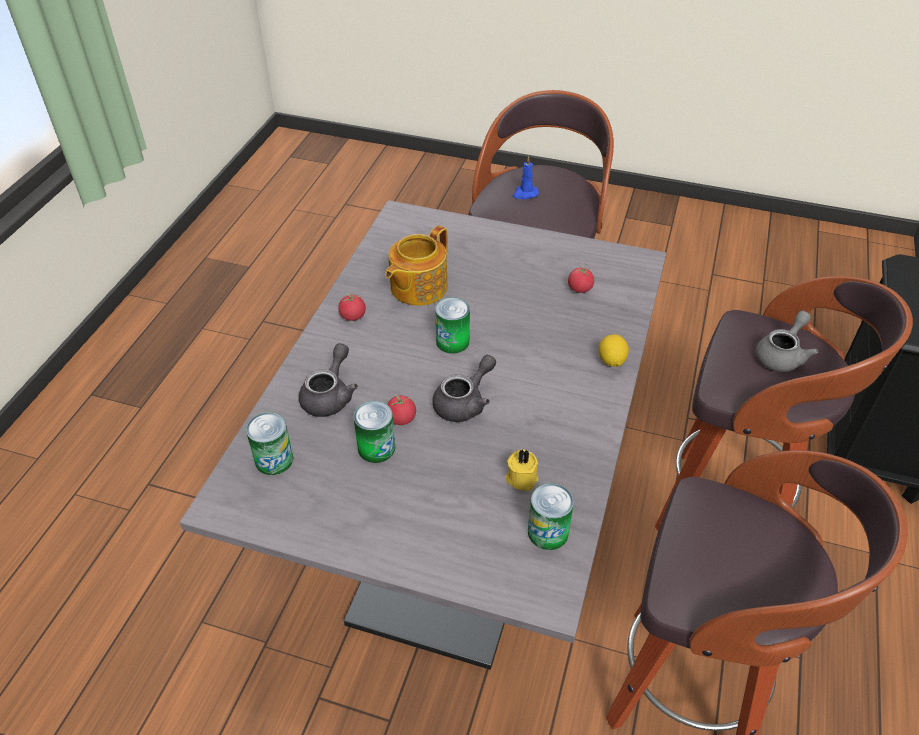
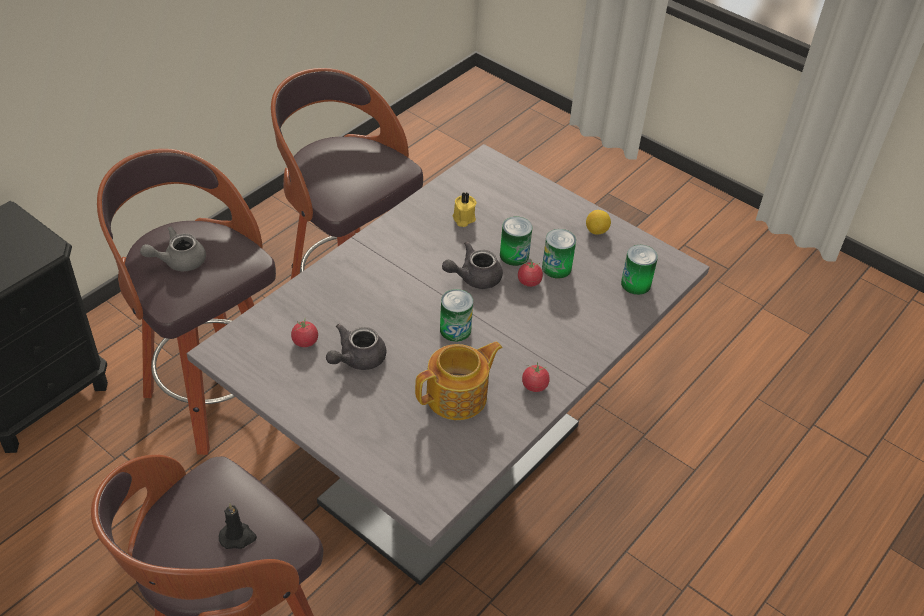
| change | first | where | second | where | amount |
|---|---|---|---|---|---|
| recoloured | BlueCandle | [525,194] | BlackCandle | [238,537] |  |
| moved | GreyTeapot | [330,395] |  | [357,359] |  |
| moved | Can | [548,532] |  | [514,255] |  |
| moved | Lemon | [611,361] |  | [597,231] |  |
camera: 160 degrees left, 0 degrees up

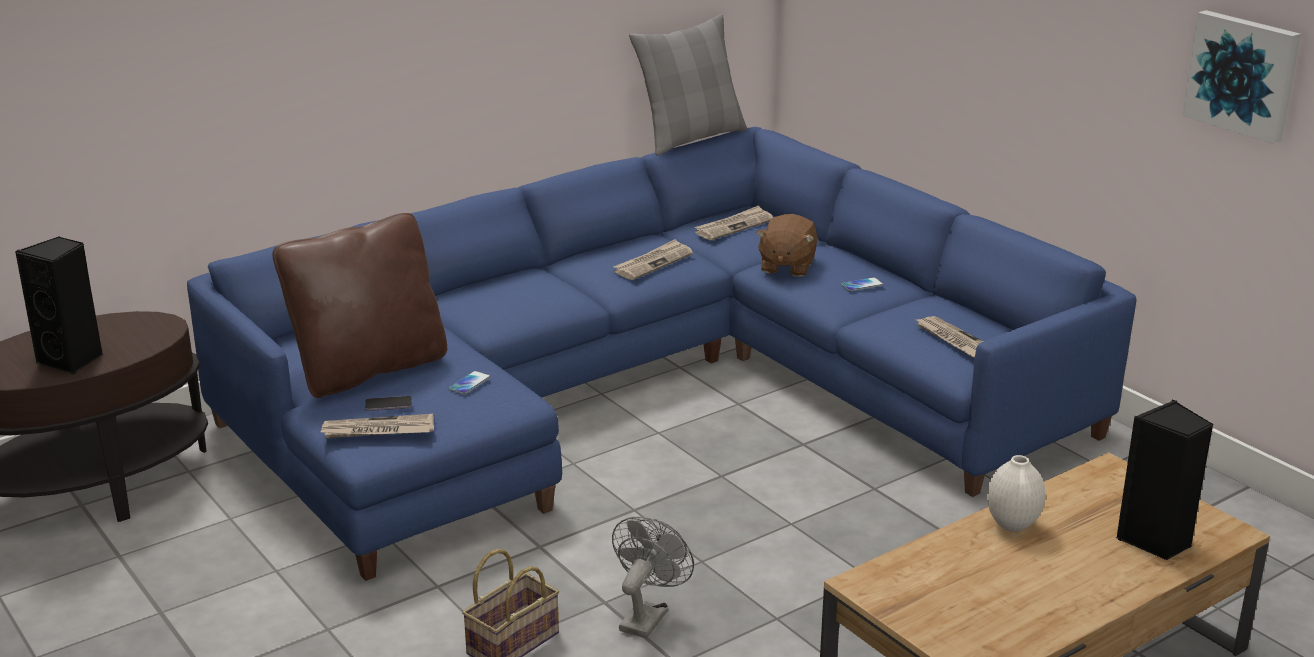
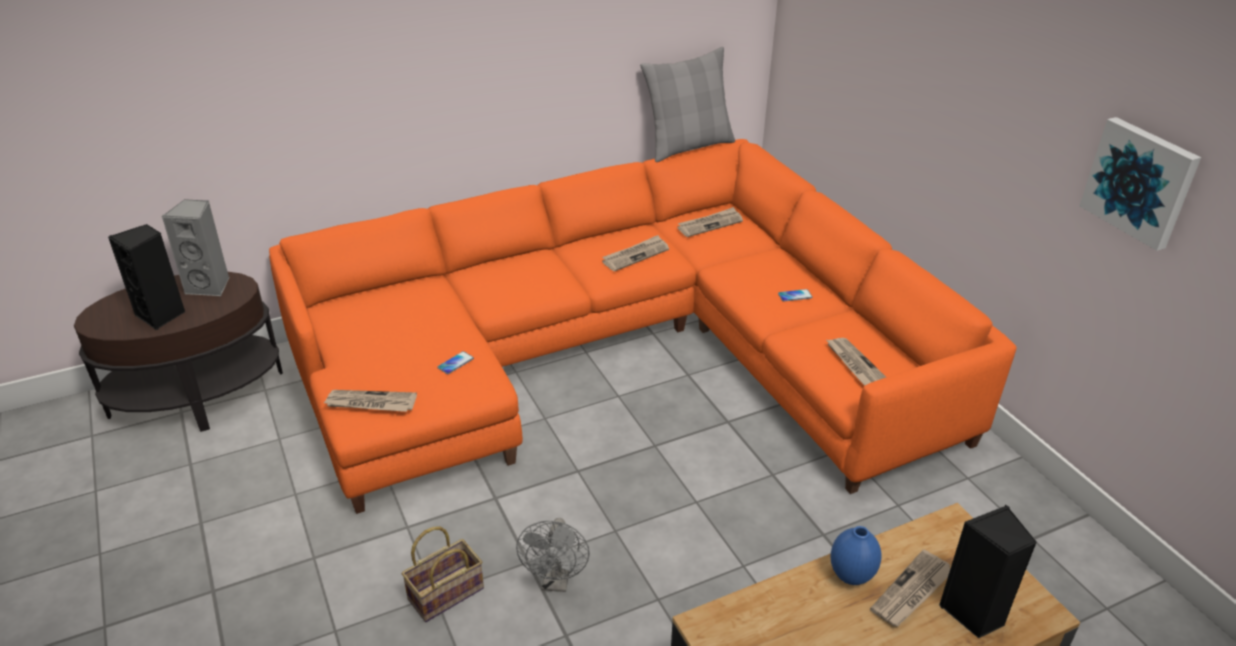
| change | first | where | second | where | amount |
|---|---|---|---|---|---|
| added |  |  | GreySpeaker | [210,286] |  |
| recoloured | BlueSofa | [649,390] | OrangeSofa | [623,353] |  |
| turned | GreyFan | [647,616] |  | [556,581] | 150 degrees clockwise |
| recoloured | WhiteVase | [1011,525] | BlueVase | [850,576] |  |
| added |  |  | Newspaper | [912,592] |  |
| removed | BrownPillow | [369,369] |  |  |  |
| removed | Phone | [388,405] |  |  |  |
| removed | BrownPlushToy | [786,266] |  |  |  |
camera: 10 degrees right, 10 degrees up

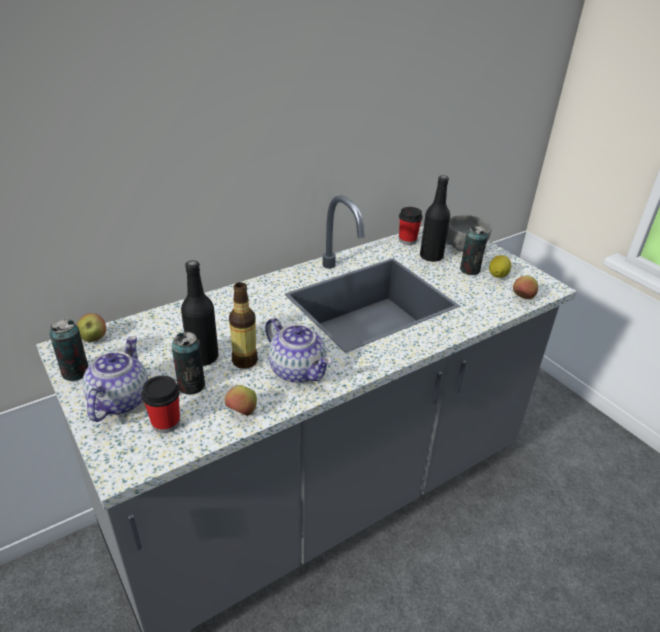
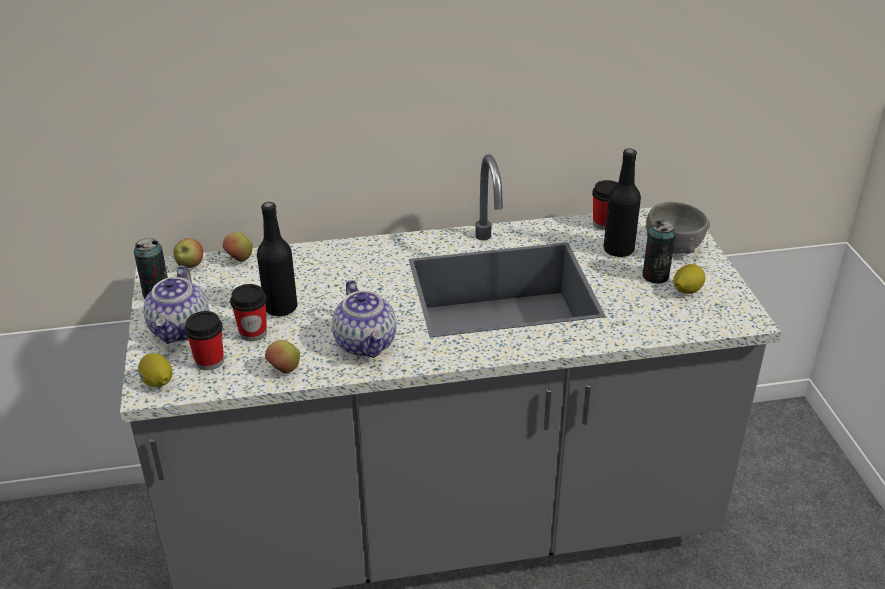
| change | first | where | second | where | amount |
|---|---|---|---|---|---|
| added |  |  | Lemon | [158,383] |  |
| turned | Teapot | [119,400] |  | [181,329] | 150 degrees clockwise |
| moved | Apple | [523,298] |  | [239,259] |  |
| replaced | Can | [191,385] | Cup | [253,332] |  |
| removed | Bottle | [244,361] |  |  |  |
camera: 25 degrees right, 0 degrees up

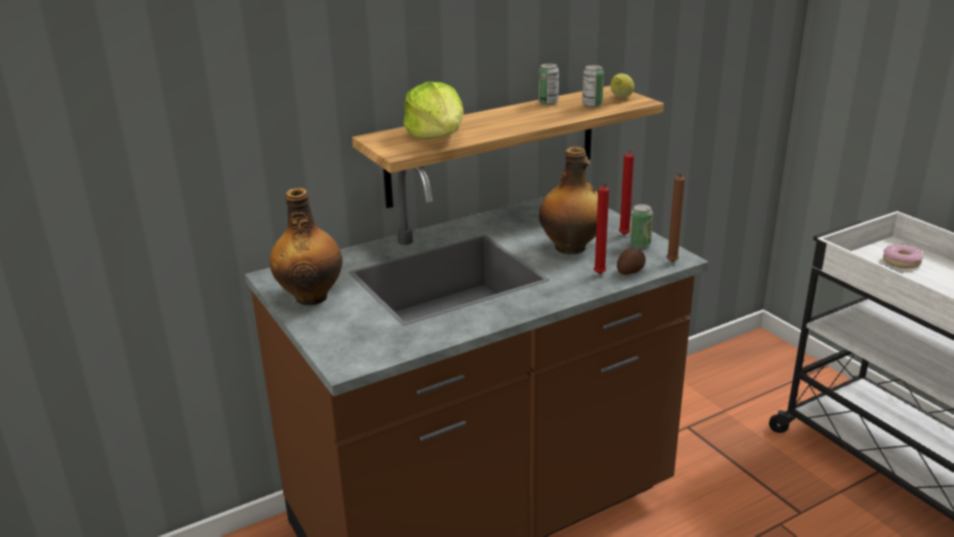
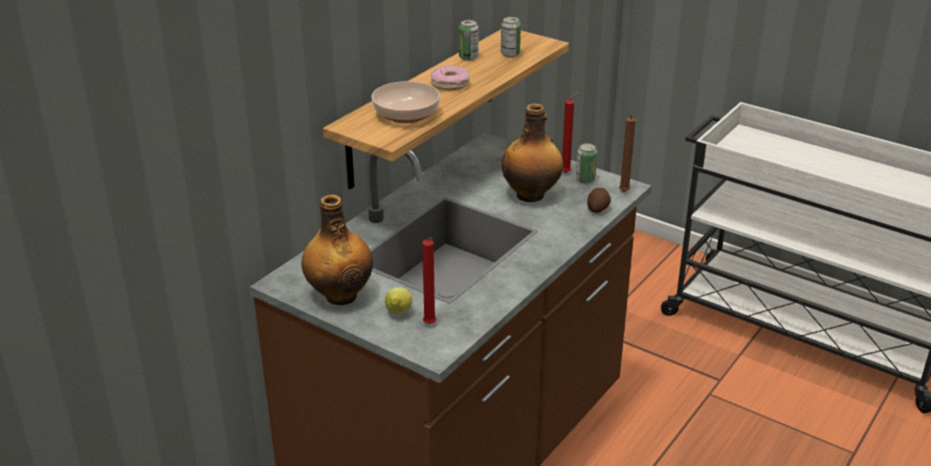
| change | first | where | second | where | amount |
|---|---|---|---|---|---|
| replaced | Lettuce | [437,136] | Bowl | [406,114] |  |
| moved | Lemon | [620,98] |  | [398,314] |  |
| moved | RedCandle | [599,275] |  | [430,325] |  |
| moved | Donut | [901,262] |  | [450,84] |  |
camera: 25 degrees left, 5 degrees up

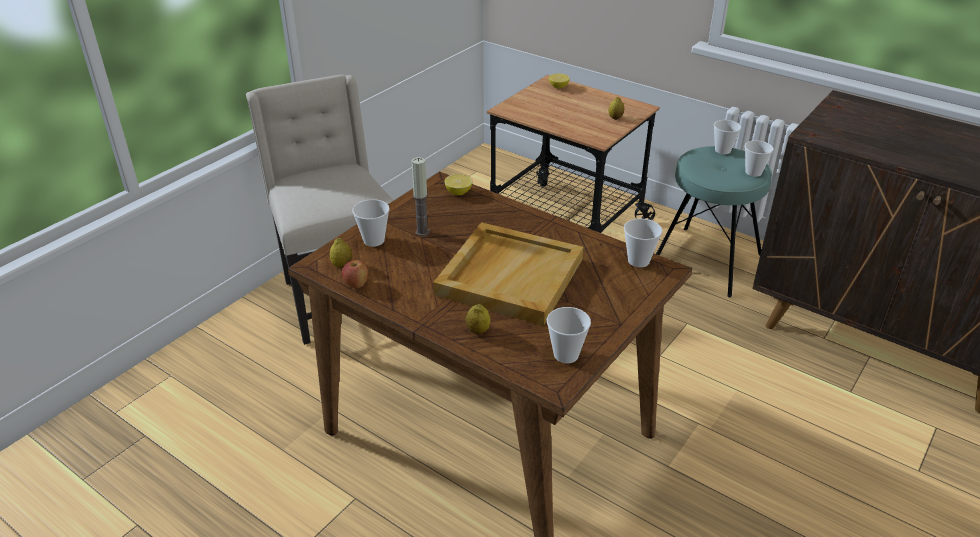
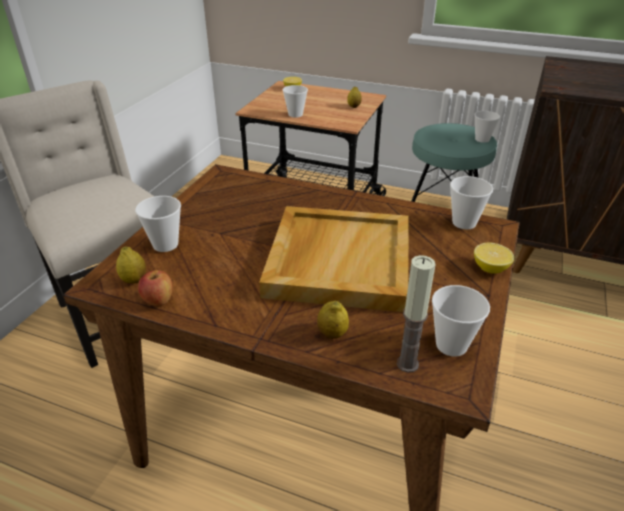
| change | first | where | second | where | amount |
|---|---|---|---|---|---|
| moved | Cup | [722,150] |  | [295,114] |  |
| moved | Candle | [422,232] |  | [407,364] |  |
| moved | Lemon | [458,192] |  | [490,268] |  |
camera: 15 degrees left, 0 degrees up

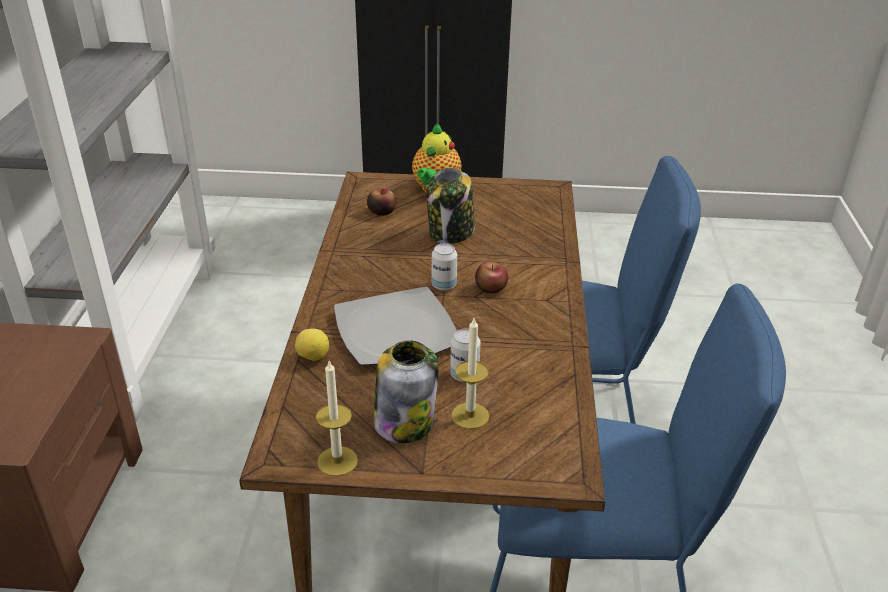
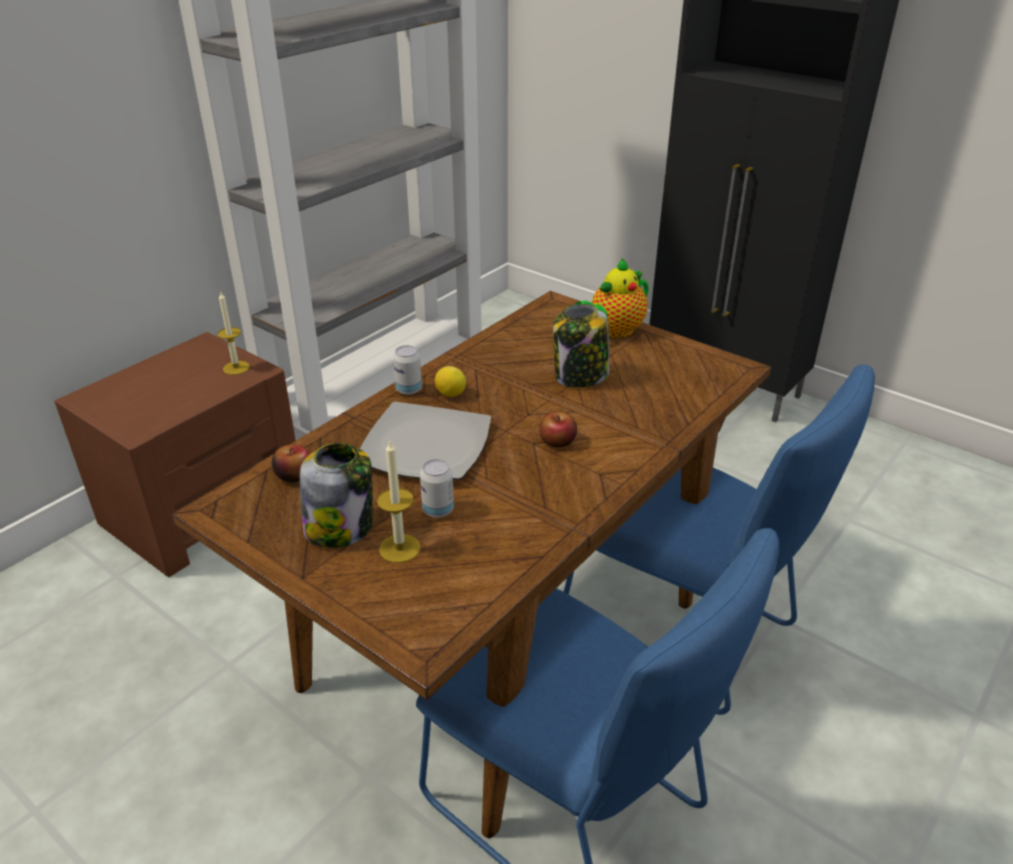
| change | first | where | second | where | amount |
|---|---|---|---|---|---|
| moved | Candle | [337,461] |  | [236,368] |  |
| moved | Apple | [382,211] |  | [294,475] |  |
| moved | Can | [444,285] |  | [409,390] |  |
| moved | Lemon | [313,357] |  | [450,394] |  |
camera: 35 degrees right, 0 degrees up

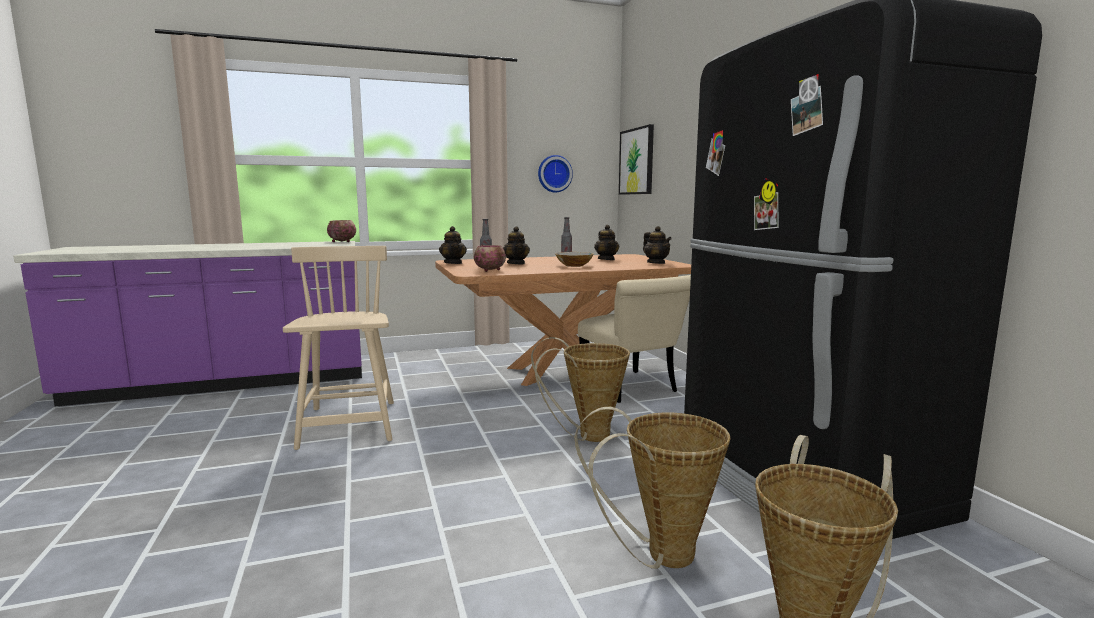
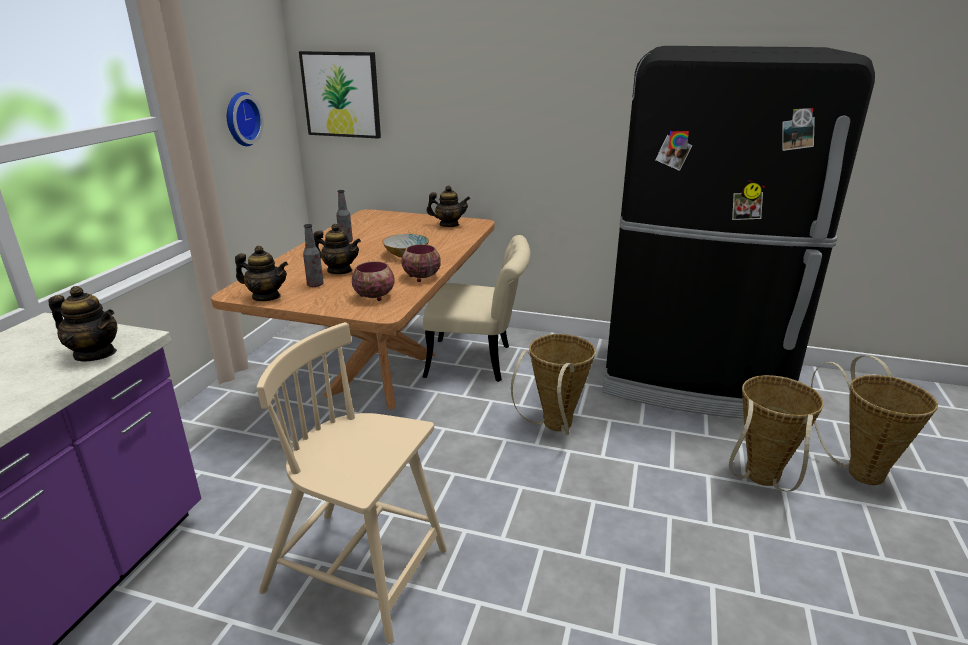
| change | first | where | second | where | amount |
|---|---|---|---|---|---|
| moved | Teapot | [606,259] |  | [95,354] |  |
| moved | Bowl | [342,242] |  | [420,277] |  |
camera: 55 degrees left, 15 degrees up

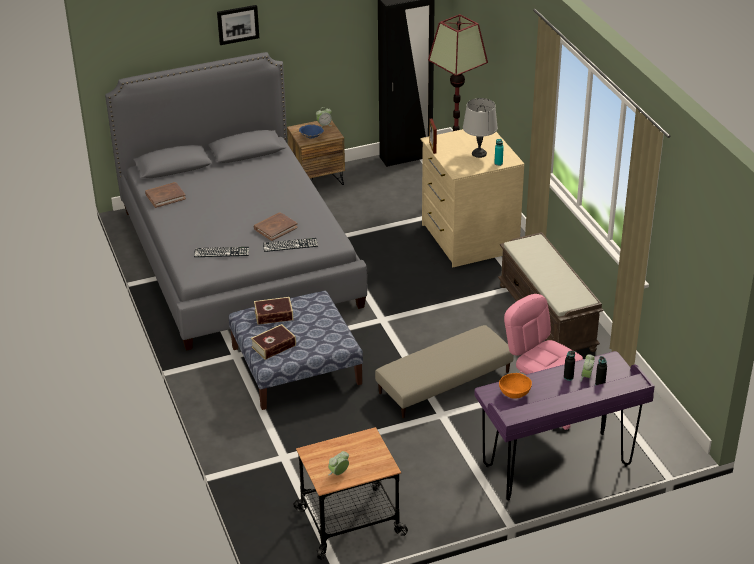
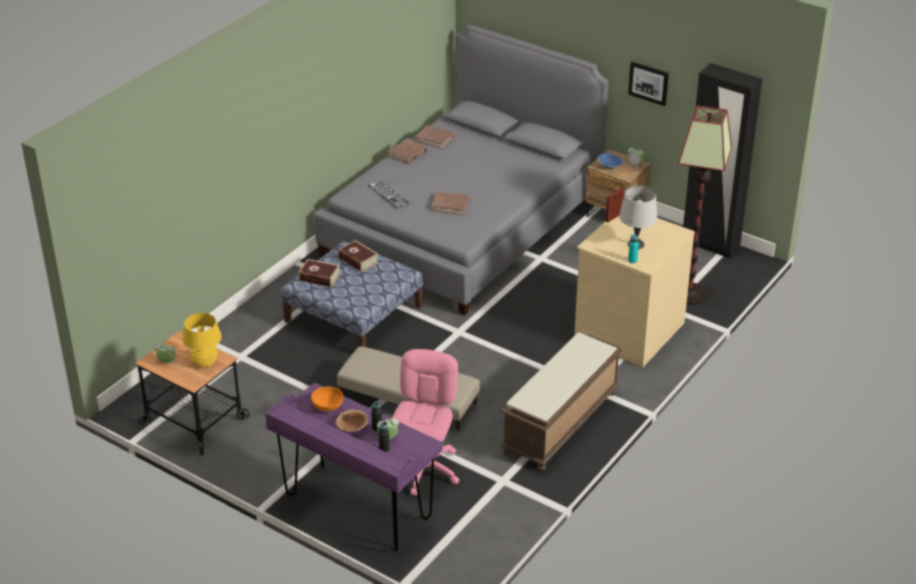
| change | first | where | second | where | amount |
|---|---|---|---|---|---|
| added |  |  | YellowTableLamp | [205,362] |  |
| added |  |  | BrownBowl | [352,427] |  |
| added |  |  | BrownBook | [407,153] |  |
| moved | Picture | [237,24] |  | [648,83] |  |
| removed | Keyboard | [290,245] |  |  |  |
camera: 55 degrees right, 0 degrees up

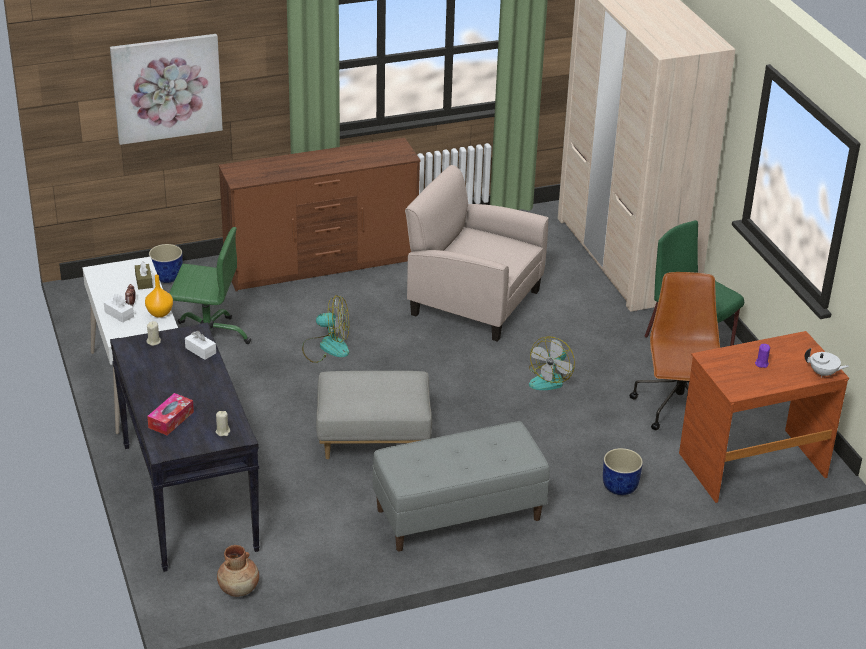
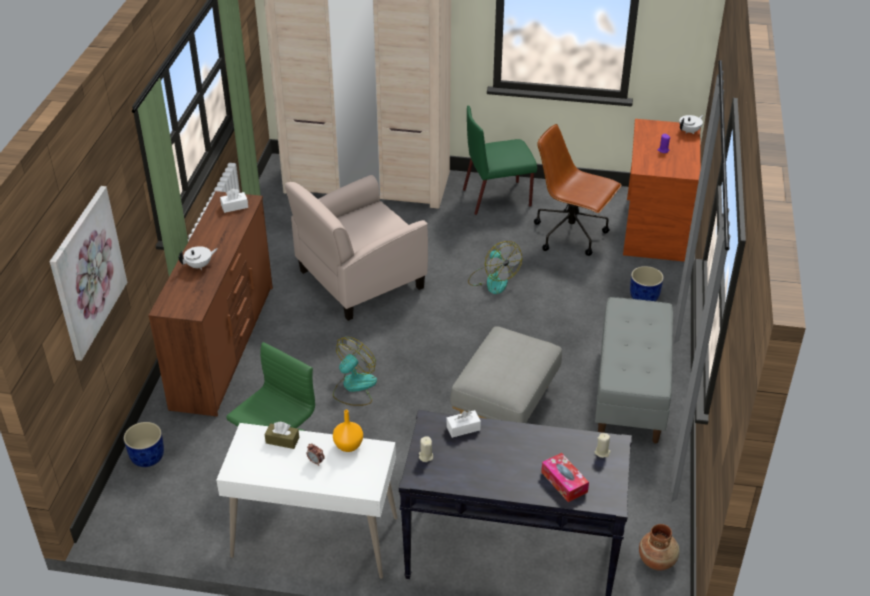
| change | first | where | second | where | amount |
|---|---|---|---|---|---|
| added |  |  | WhiteTeapot | [199,266] |  |
| moved | WhiteTissueBox | [119,314] |  | [234,206] |  |
camera: 60 degrees left, 5 degrees up

